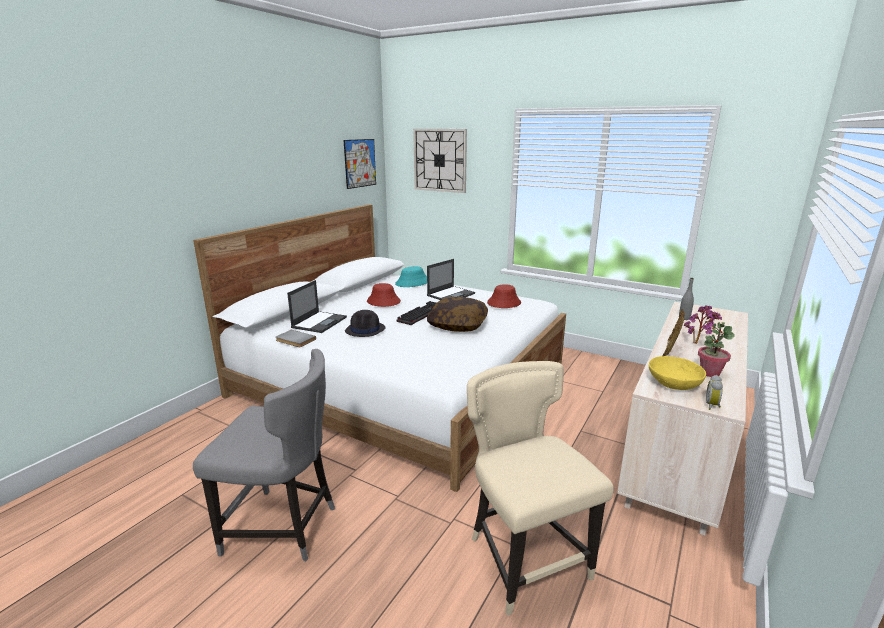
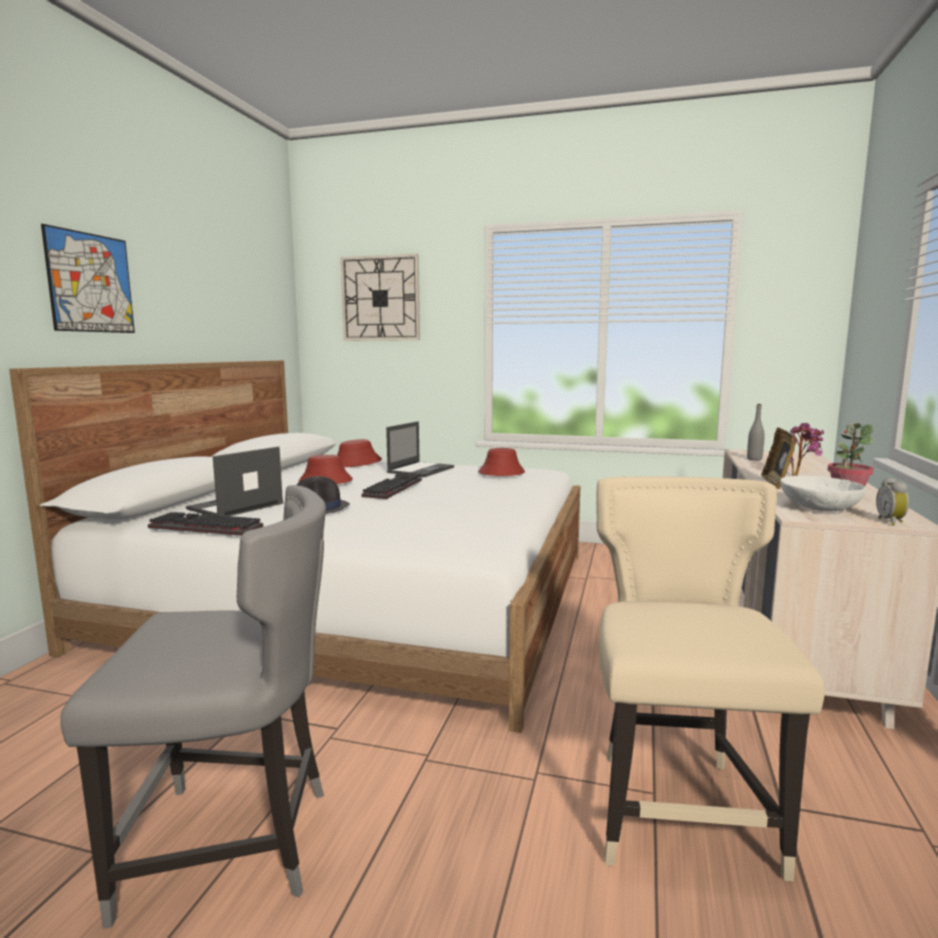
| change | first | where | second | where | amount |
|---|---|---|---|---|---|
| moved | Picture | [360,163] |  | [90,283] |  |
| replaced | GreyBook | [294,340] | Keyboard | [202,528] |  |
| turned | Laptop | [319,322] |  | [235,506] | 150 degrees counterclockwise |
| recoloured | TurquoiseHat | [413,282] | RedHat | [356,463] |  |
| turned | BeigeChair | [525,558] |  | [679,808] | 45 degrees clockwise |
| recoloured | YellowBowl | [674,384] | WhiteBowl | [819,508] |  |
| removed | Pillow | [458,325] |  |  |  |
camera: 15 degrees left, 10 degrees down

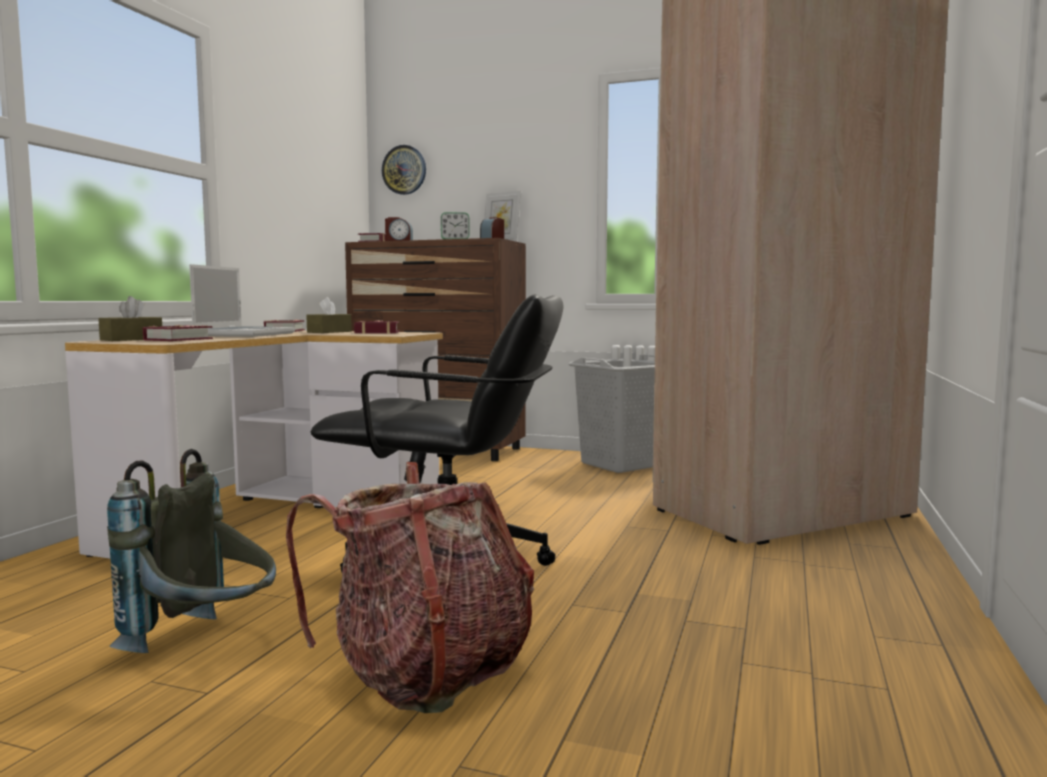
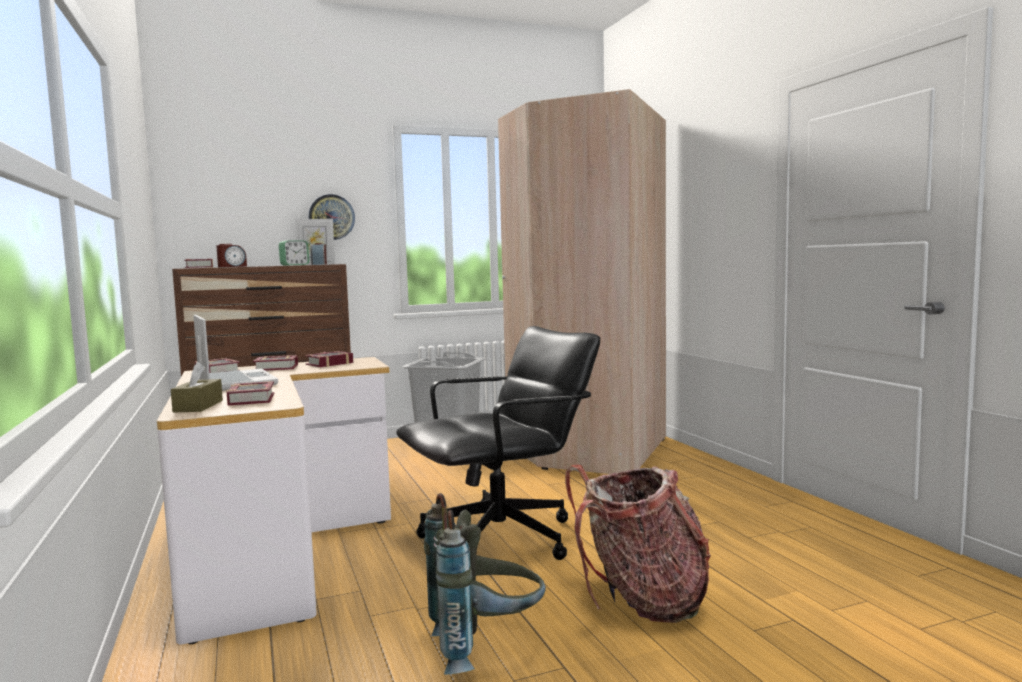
| change | first | where | second | where | amount |
|---|---|---|---|---|---|
| replaced | BrownTissueBox | [329,332] | Book | [278,368] |  |
| moved | WallClock | [404,170] |  | [331,217] |  |
camera: 40 degrees left, 0 degrees up

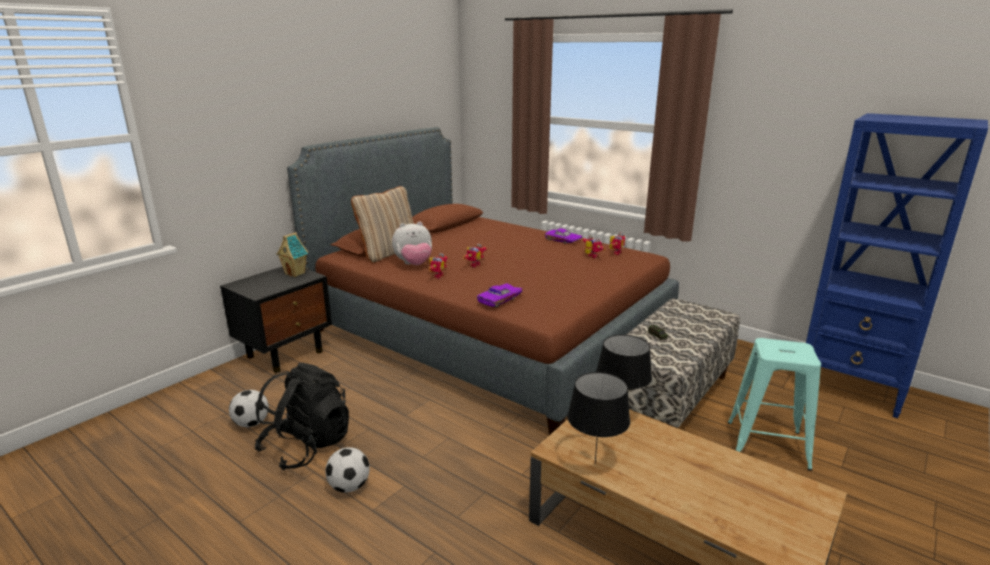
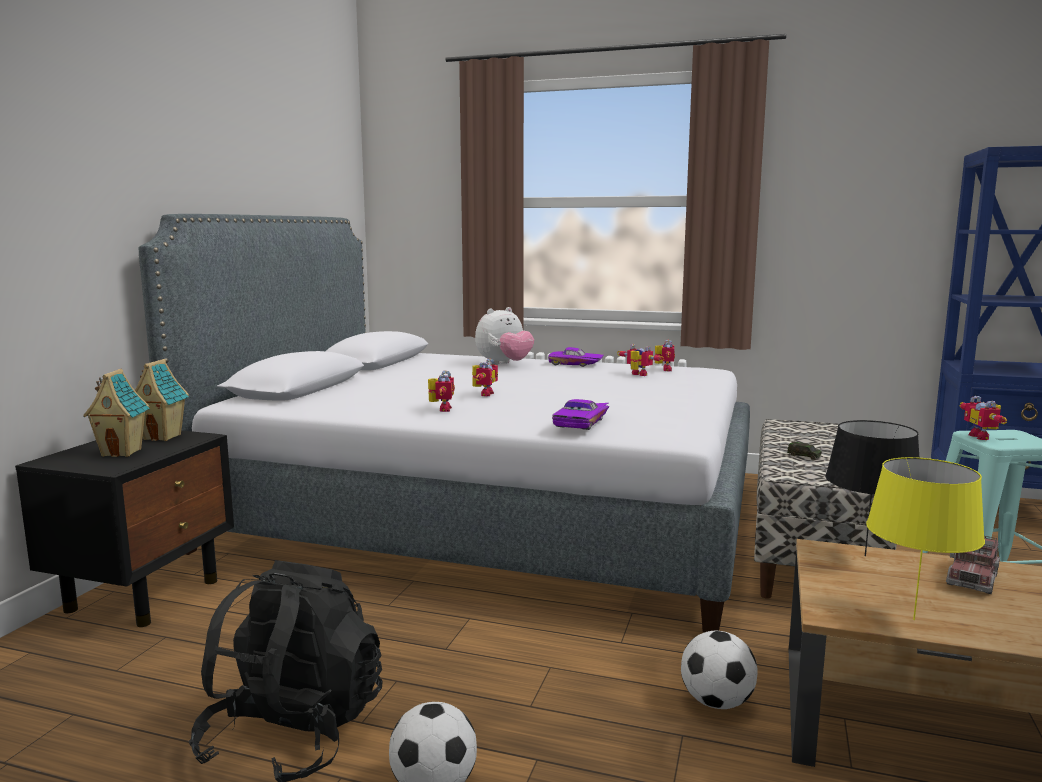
| change | first | where | second | where | amount |
|---|---|---|---|---|---|
| added |  |  | ToyHouse | [122,452] |  |
| recoloured | BrownBed | [487,333] | GreyBed | [486,517] |  |
| moved | PlushToy | [414,264] |  | [504,364] |  |
| moved | Football | [251,423] |  | [716,702] |  |
| recoloured | BlackTableLamp | [594,463] | YellowTableLamp | [912,619] |  |
| added |  |  | ToyTruck | [972,578] |  |
| added |  |  | ToyRobot | [983,437] |  |
| removed | BeigePillow | [389,253] |  |  |  |
camera: 20 degrees left, 10 degrees down

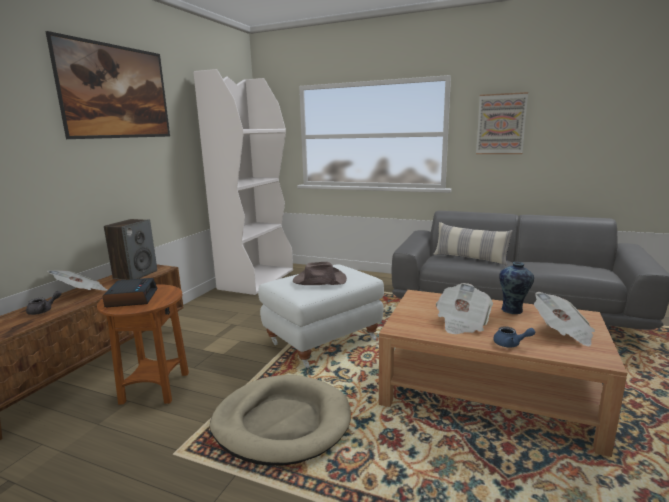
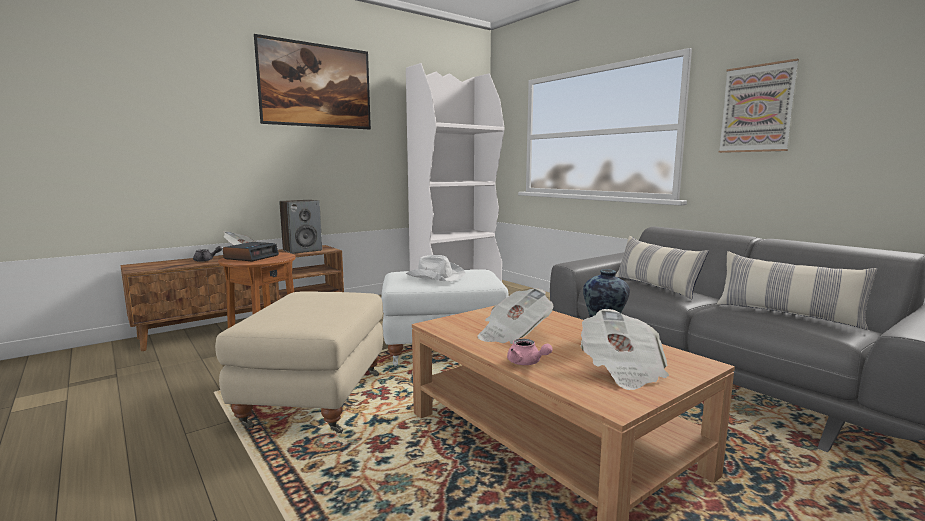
| change | first | where | second | where | amount |
|---|---|---|---|---|---|
| replaced | BeigeDogBed | [282,422] | BeigeOttoman | [314,398] |  |
| recoloured | BrownHat | [319,280] | WhiteHat | [435,276] |  |
| recoloured | BlueTeapot | [510,344] | PinkTeapot | [527,363] |  |
| added |  |  | Pillow | [787,314] |  |
camera: 30 degrees right, 5 degrees down

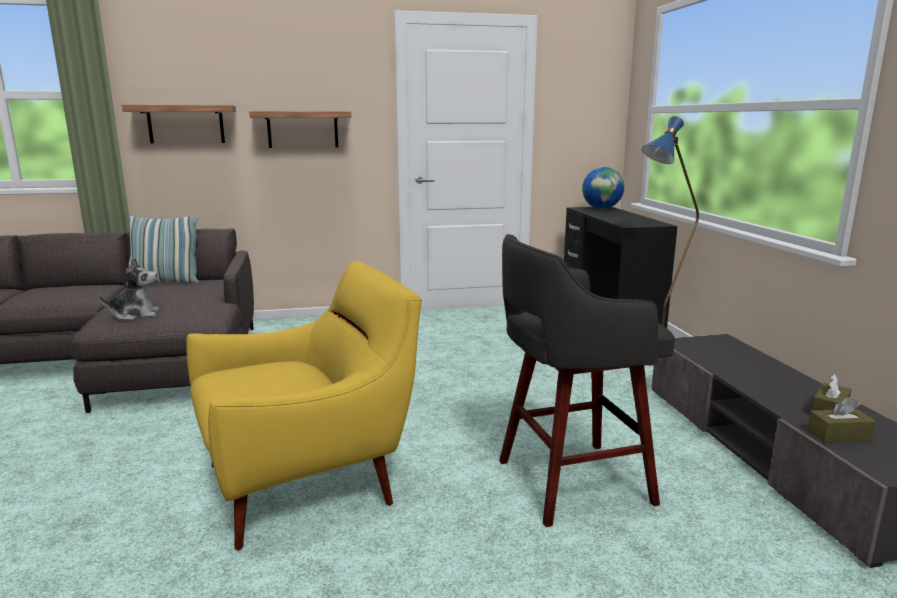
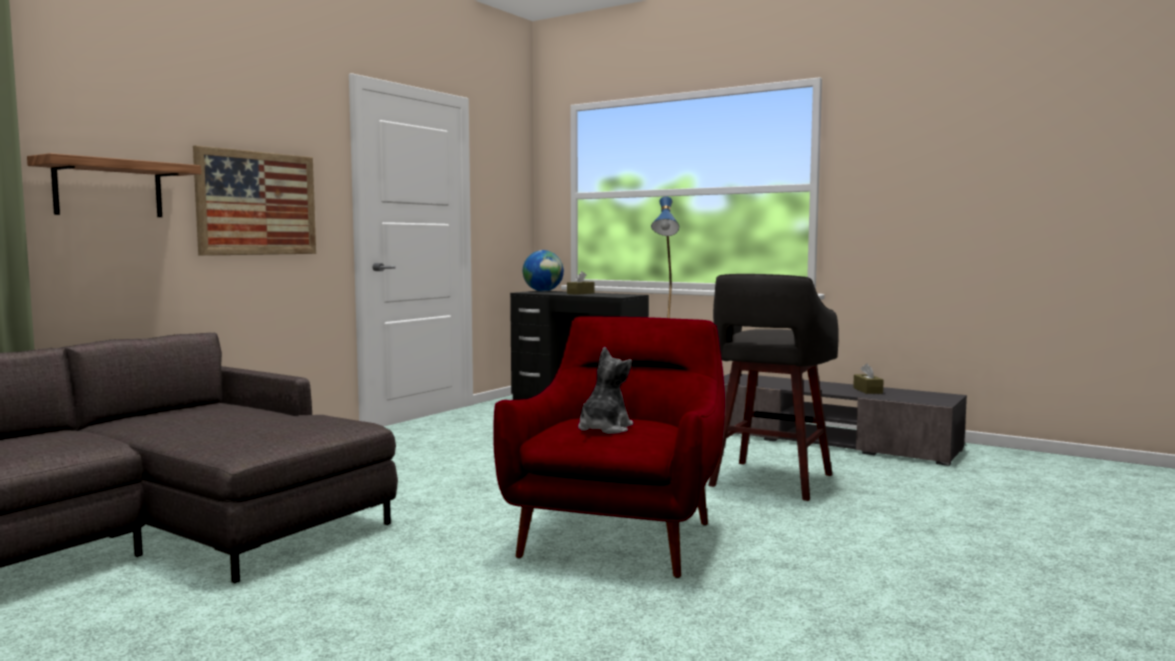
| change | first | where | second | where | amount |
|---|---|---|---|---|---|
| replaced | Shelf | [302,129] | Picture | [257,203] |  |
| recoloured | YellowArmchair | [309,482] | RedArmchair | [620,536] |  |
| moved | BrownTissueBox | [838,435] |  | [580,293] |  |
| moved | PlushToy | [135,315] |  | [604,428] |  |
| removed | Pillow | [165,283] |  |  |  |
camera: 45 degrees left, 10 degrees down

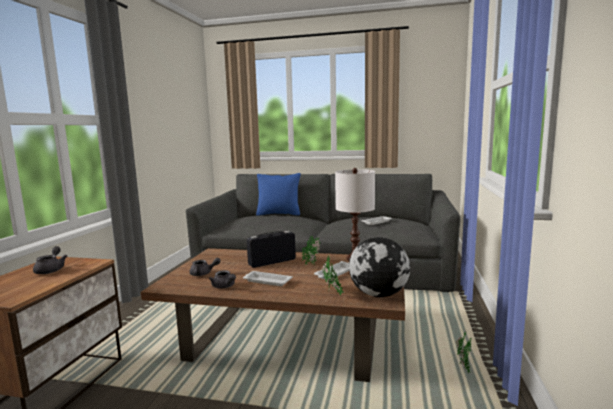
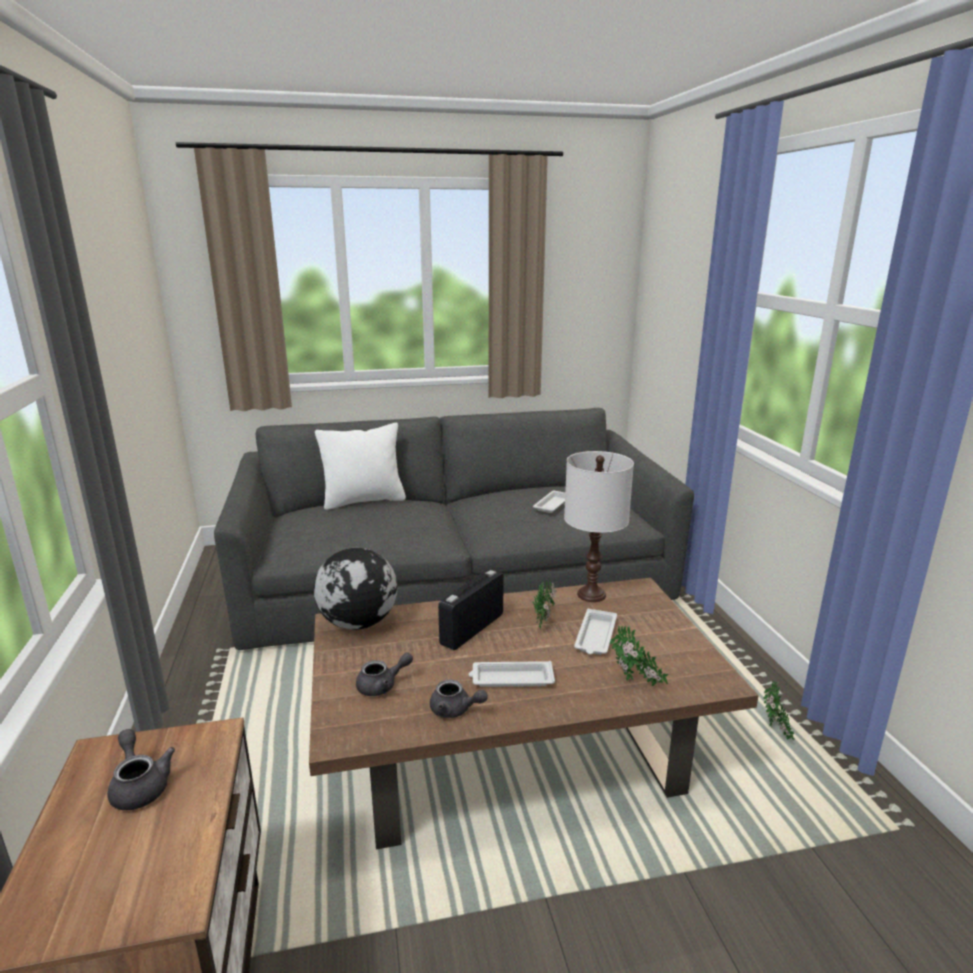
| change | first | where | second | where | amount |
|---|---|---|---|---|---|
| moved | Globe | [379,295] |  | [359,623] |  |
| recoloured | BluePillow | [279,214] | WhitePillow | [364,501] |  |
camera: 25 degrees left, 10 degrees up

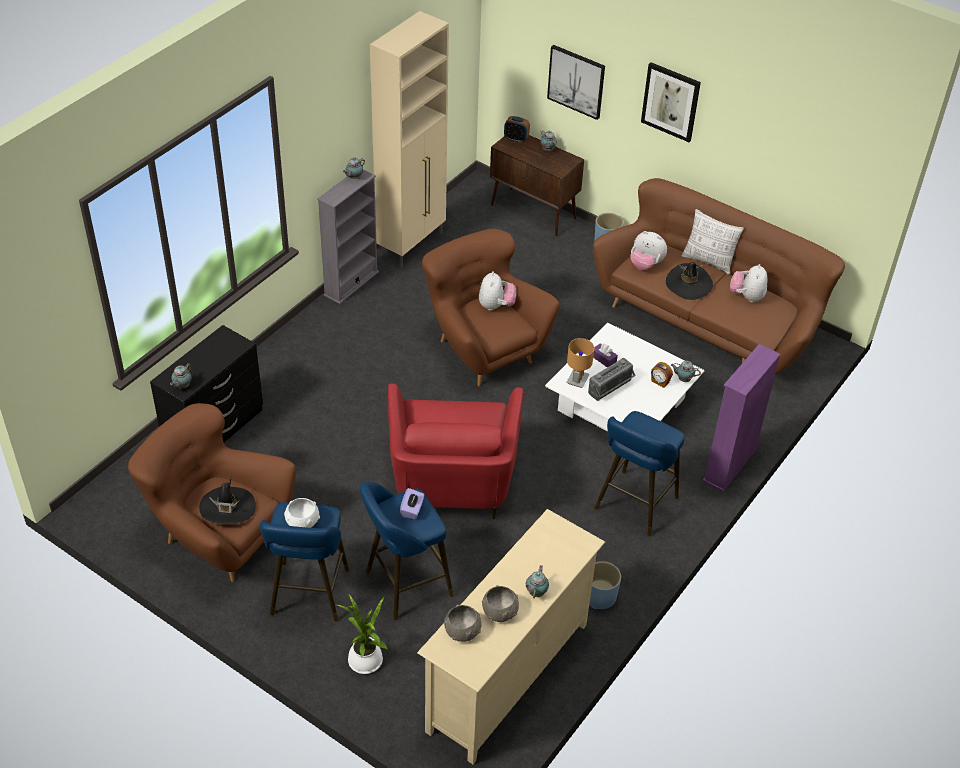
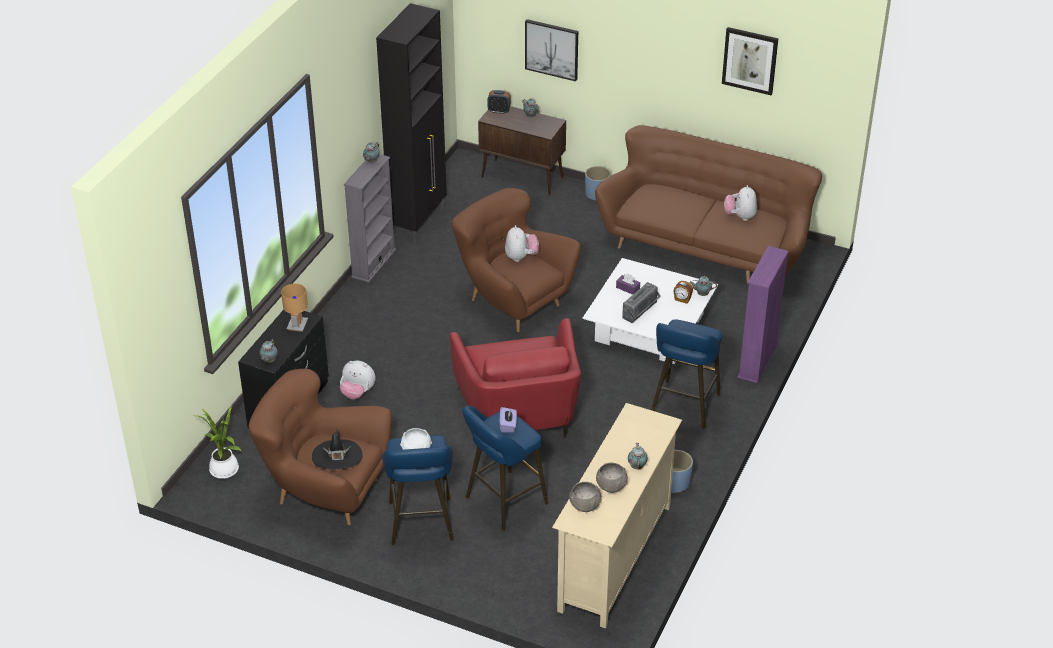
| change | first | where | second | where | amount |
|---|---|---|---|---|---|
| moved | PottedPlant | [365,663] |  | [225,471] |  |
| moved | BrownTableLamp | [577,380] |  | [297,325] |  |
| moved | PlushToy | [646,265] |  | [357,393] |  |
| recoloured | BeigeCabinet | [412,243] | BlackCabinet | [419,221] |  |
| moved | Picture | [671,101] |  | [750,60] |  |
| removed | BlackHat | [688,284] |  |  |  |
| removed | Pillow | [708,261] |  |  |  |
camera: 10 degrees left, 5 degrees down

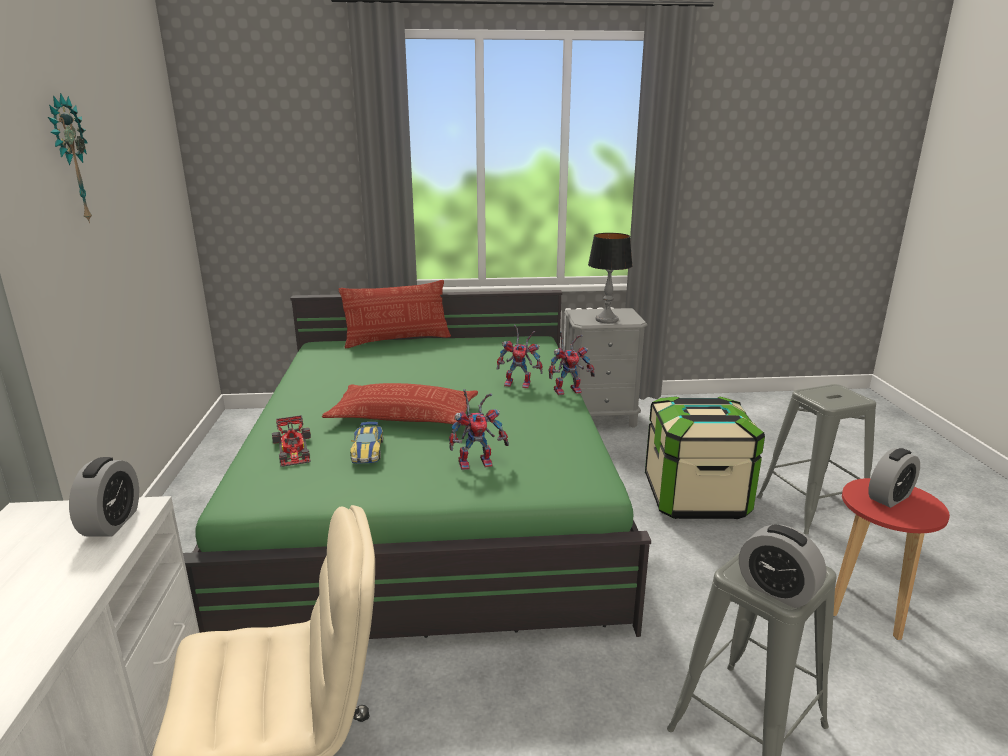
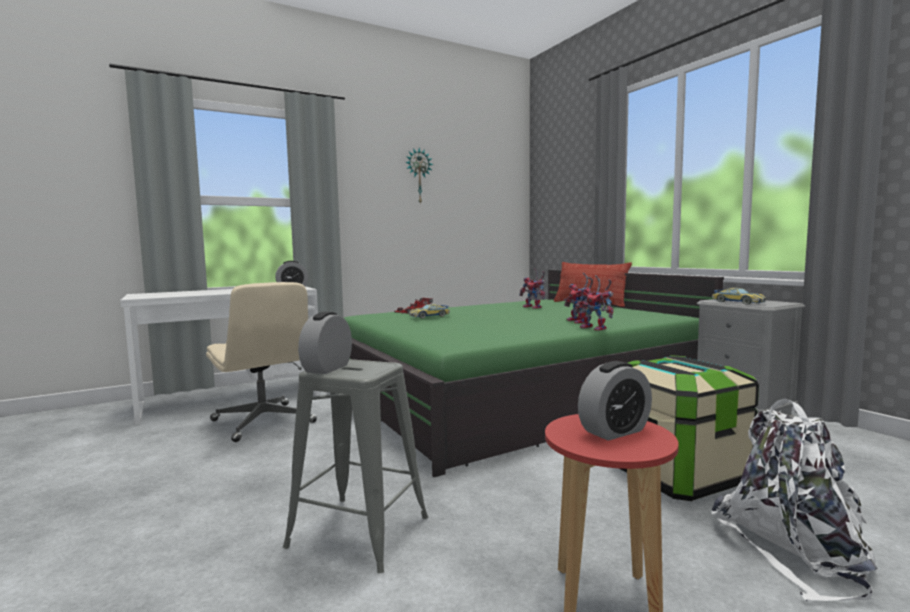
| change | first | where | second | where | amount |
|---|---|---|---|---|---|
| moved | ToyRobot | [477,462] |  | [534,307] |  |
| turned | AlarmClock | [889,497] |  | [614,431] | 60 degrees counterclockwise |
| replaced | GreyStool | [812,508] | WhiteBackpack | [796,548] |  |
| replaced | TableLamp | [606,320] | ToyCar | [738,302] |  |
| removed | Pillow | [404,415] |  |  |  |
camera: 65 degrees right, 15 degrees down

